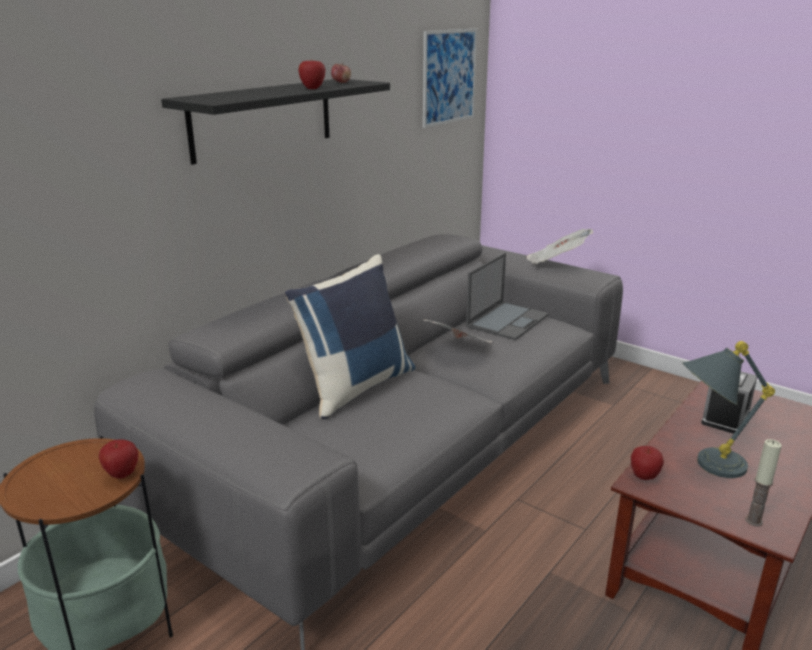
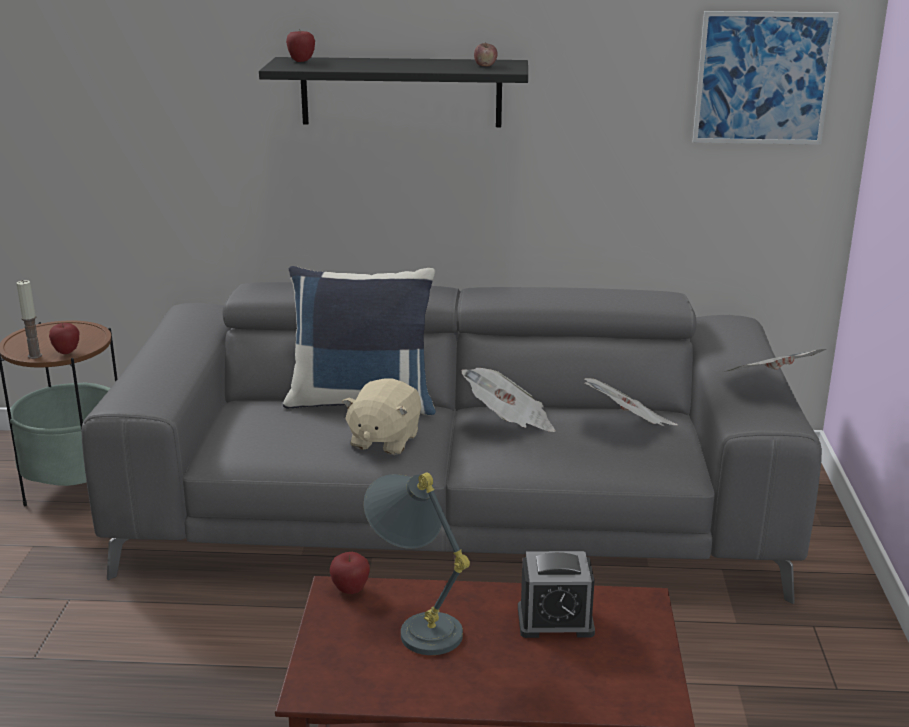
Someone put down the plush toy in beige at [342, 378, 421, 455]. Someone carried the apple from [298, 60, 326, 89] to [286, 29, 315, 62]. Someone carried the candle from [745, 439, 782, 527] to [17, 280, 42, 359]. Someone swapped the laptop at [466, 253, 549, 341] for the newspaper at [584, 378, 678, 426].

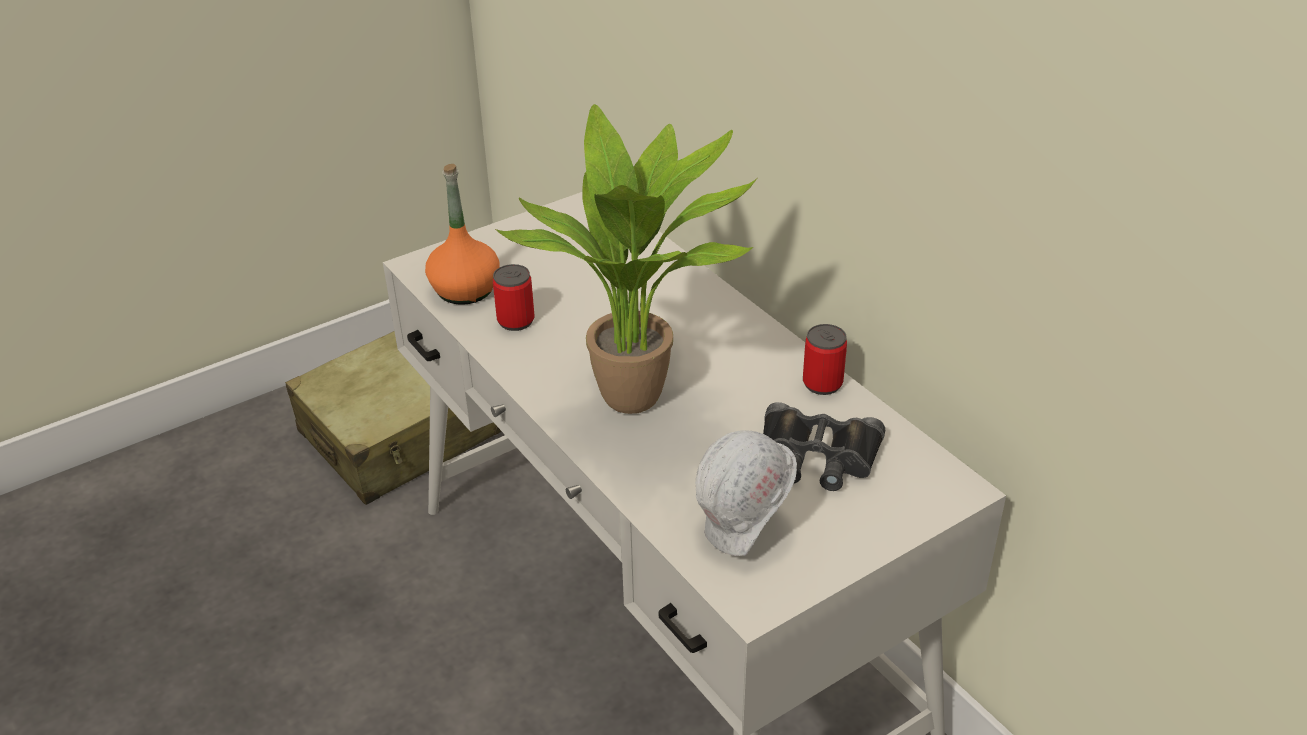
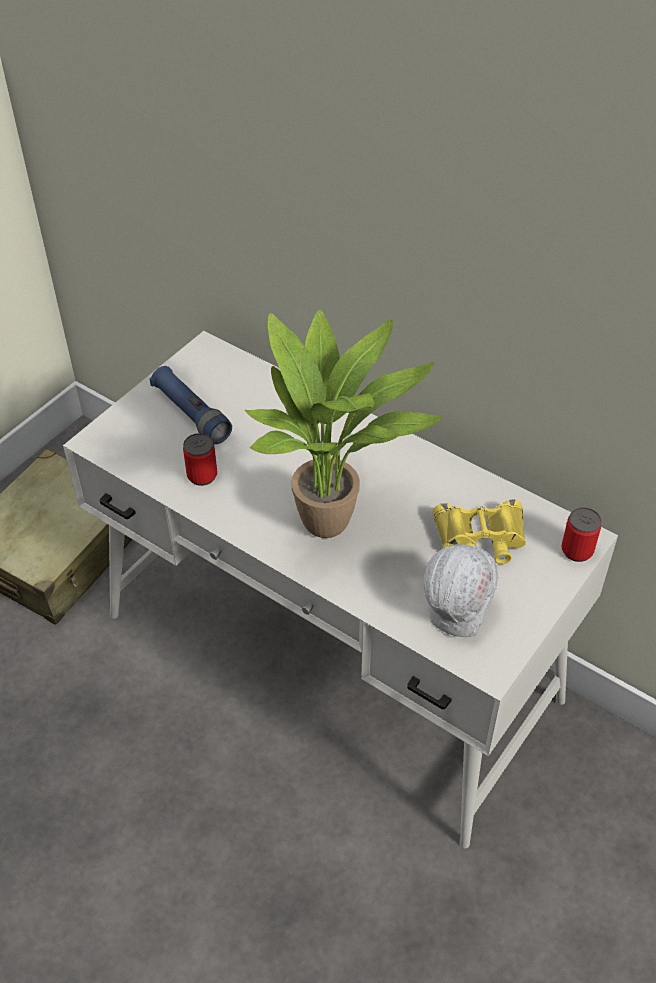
Someone took away the bottle in orange at [425, 164, 500, 305]. Someone put down the flashlight in blue at [149, 366, 232, 444]. Someone carried the can from [803, 324, 847, 395] to [561, 507, 602, 562]. Someone repainted the binoculars in black at [763, 402, 885, 491], which became the binoculars in yellow at [433, 500, 526, 564].

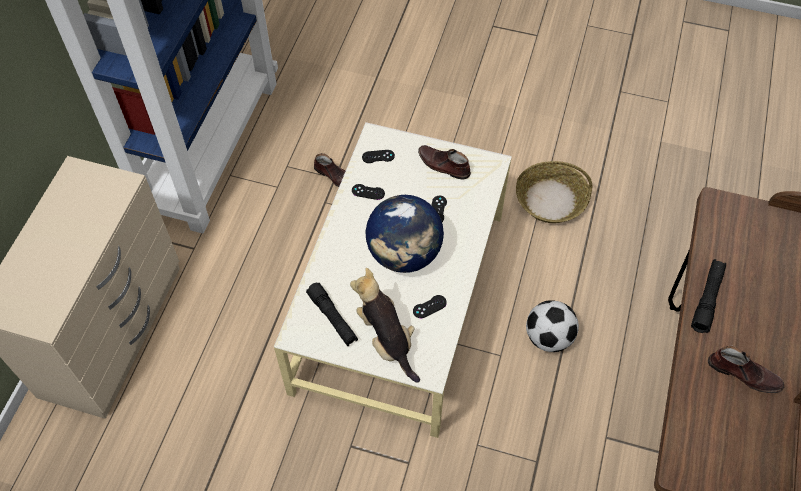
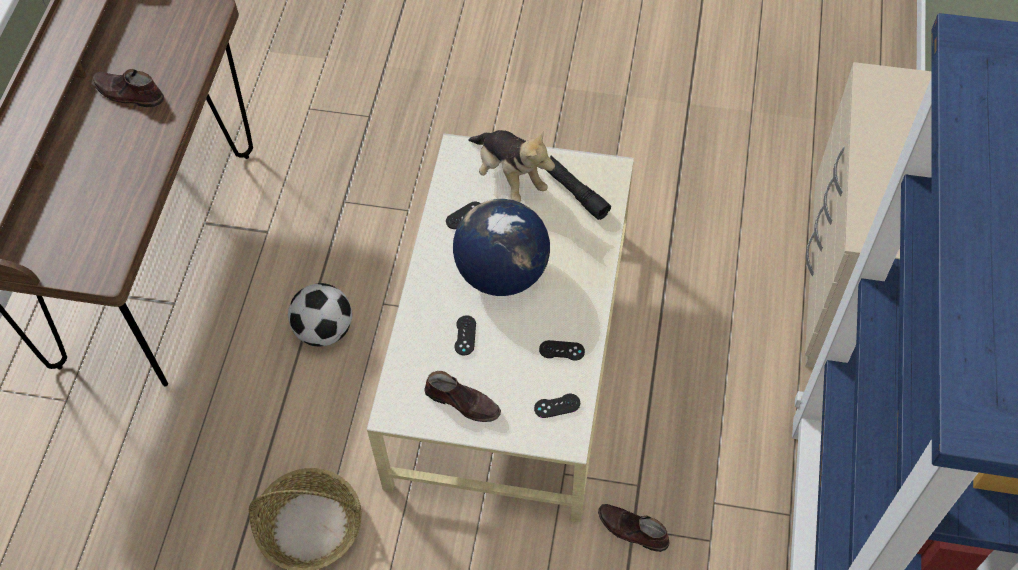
Someone took away the flashlight in black at [691, 259, 726, 333].

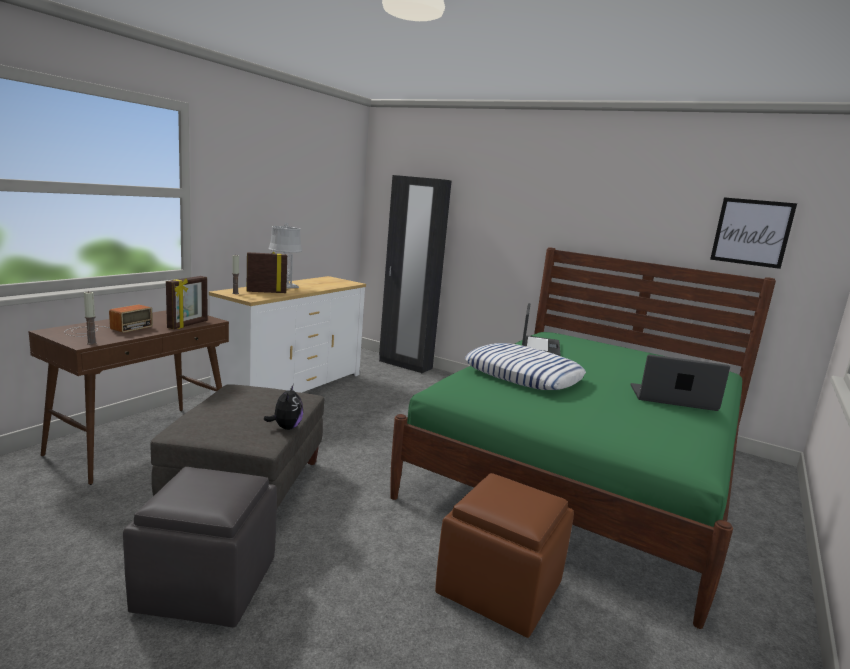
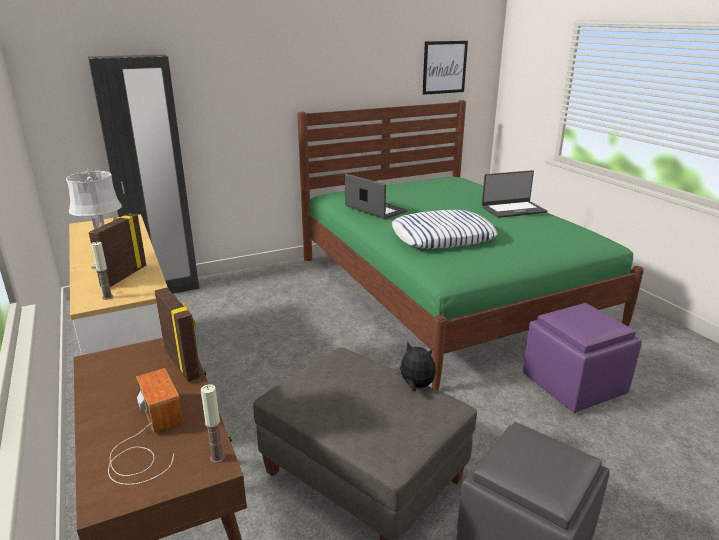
Someone repainted the ottoman in brown at [435, 473, 574, 638], which became the ottoman in purple at [523, 303, 642, 413]. Someone rotated the laptop at [631, 354, 730, 411] by 150 degrees counterclockwise.

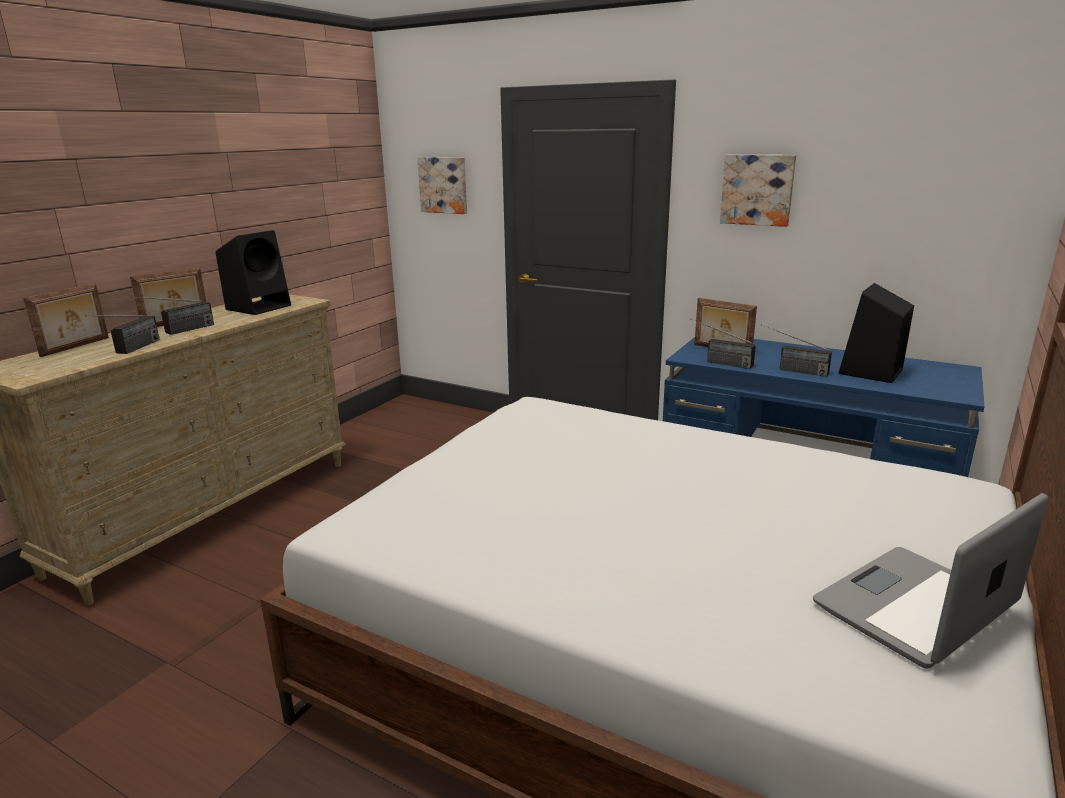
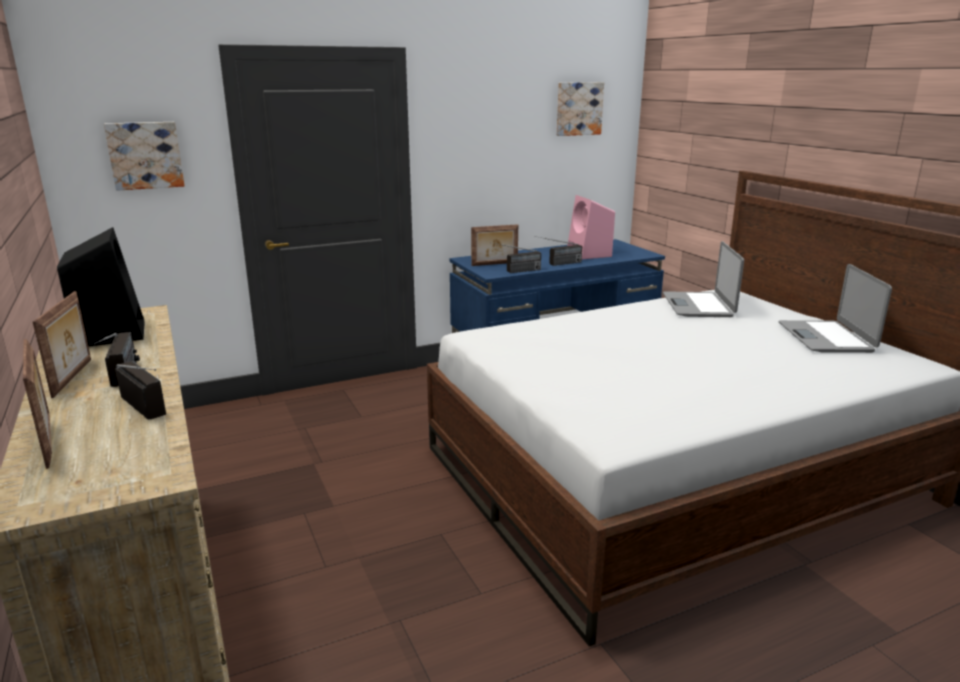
Someone put down the laptop at [663, 241, 744, 317]. Someone carried the picture from [720, 155, 796, 227] to [557, 82, 604, 136]. Someone repainted the speaker in black at [838, 283, 914, 383], which became the speaker in pink at [567, 195, 615, 259].

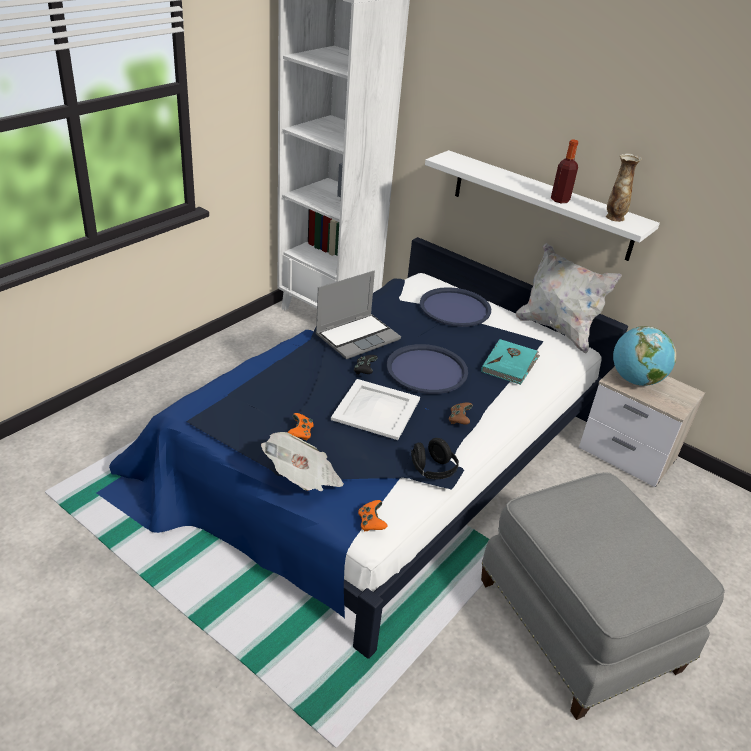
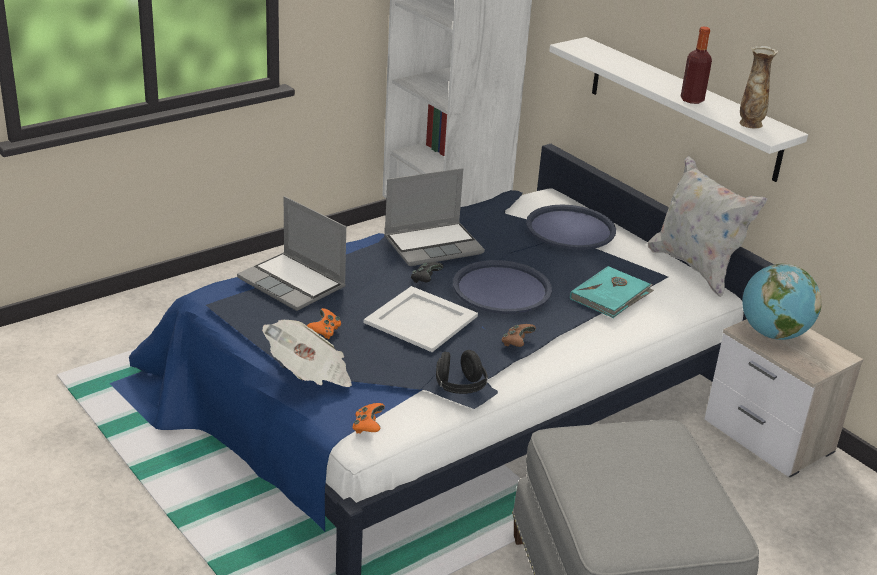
Someone put down the laptop at [237, 196, 346, 311].

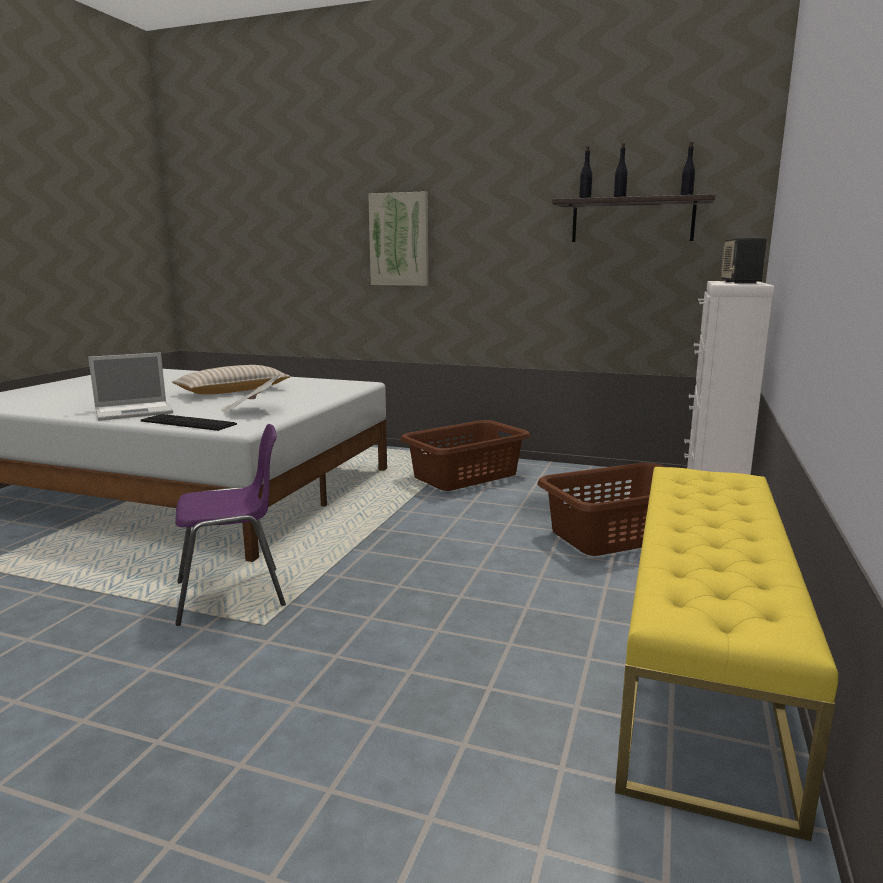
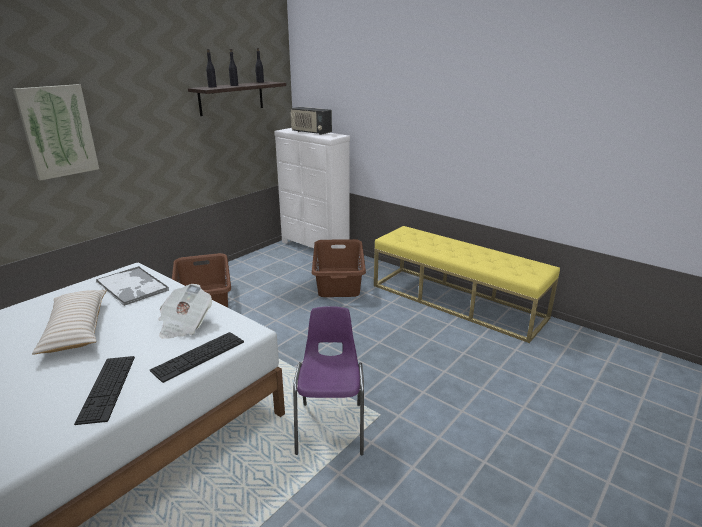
Someone put down the tray at [96, 266, 169, 306]. Someone swapped the laptop at [88, 352, 173, 421] for the keyboard at [74, 356, 135, 425].

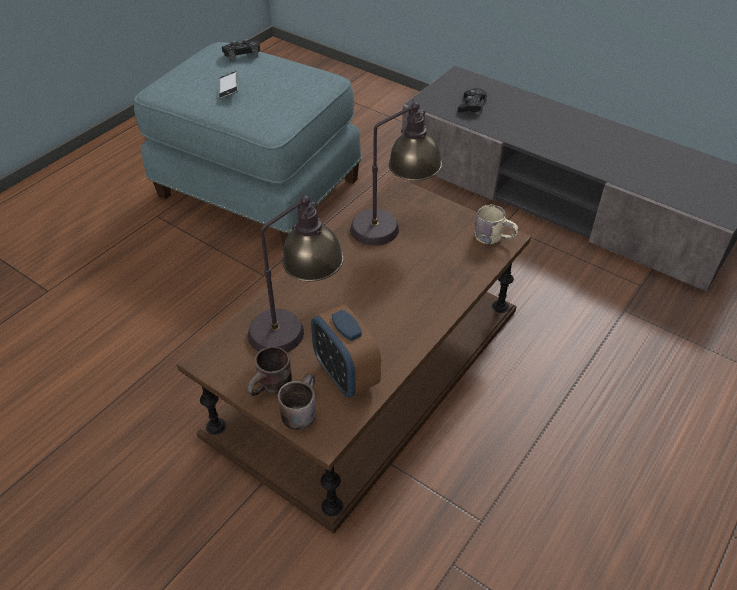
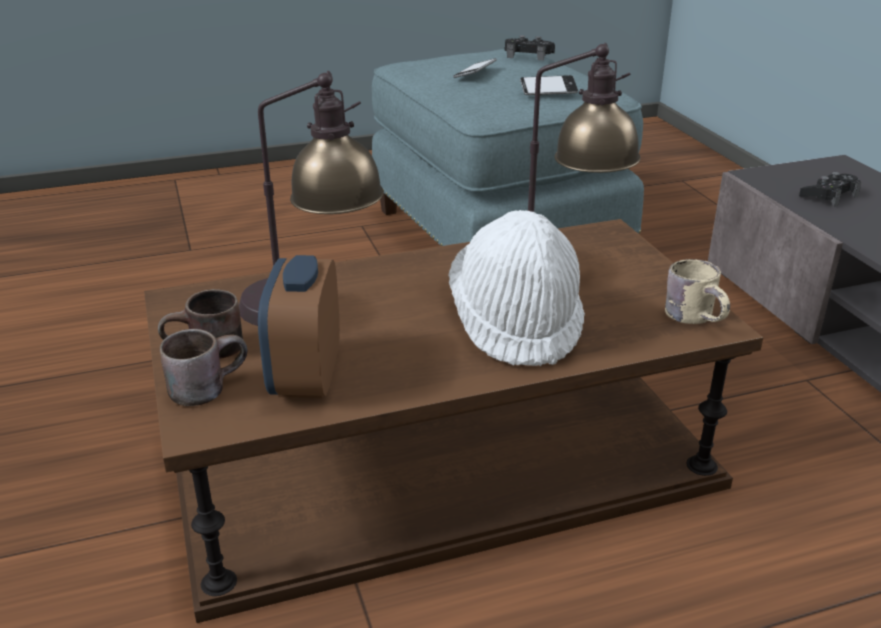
Someone put down the hat in white at [449, 210, 585, 366]. Someone put down the phone at [520, 75, 578, 95].

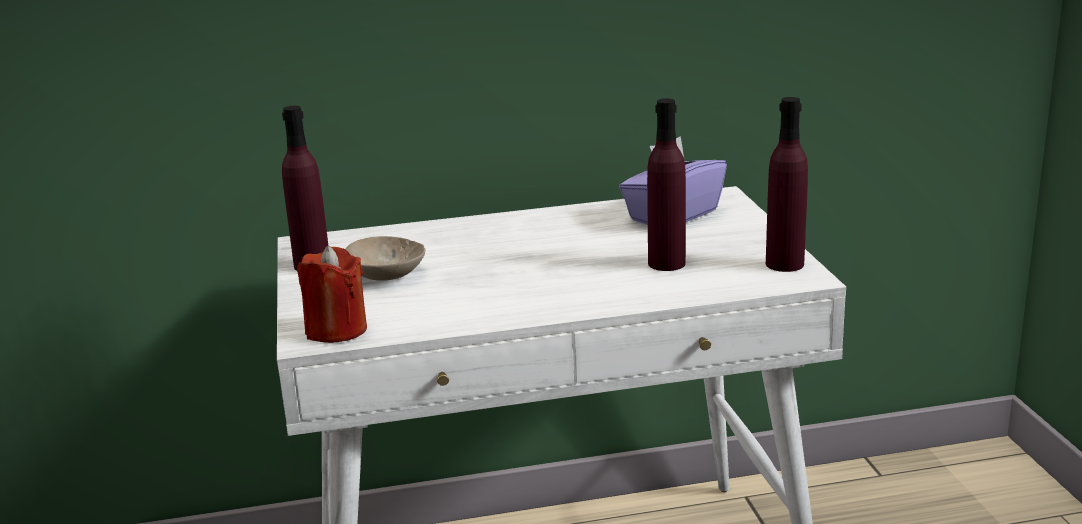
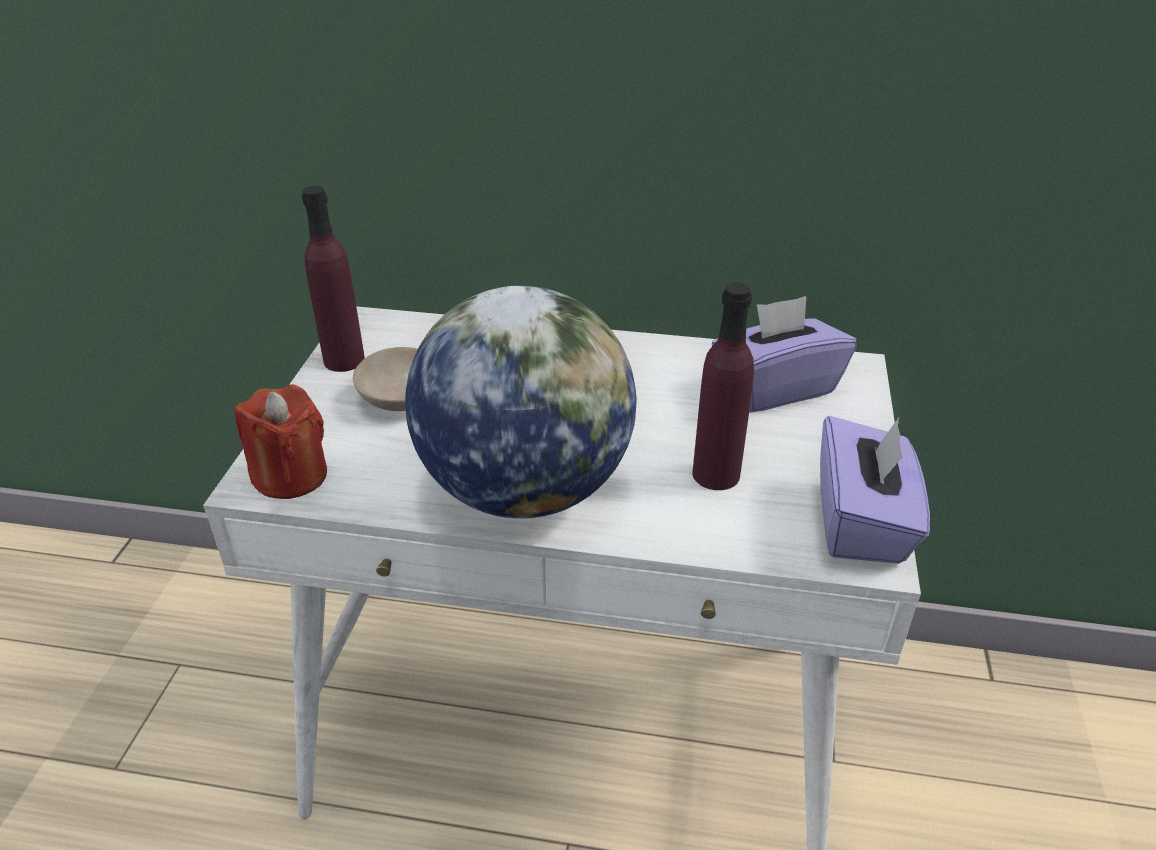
Someone put down the globe at [405, 286, 636, 519]. Someone swapped the bottle in purple at [766, 97, 808, 272] for the tissue box in purple at [820, 416, 930, 564].

